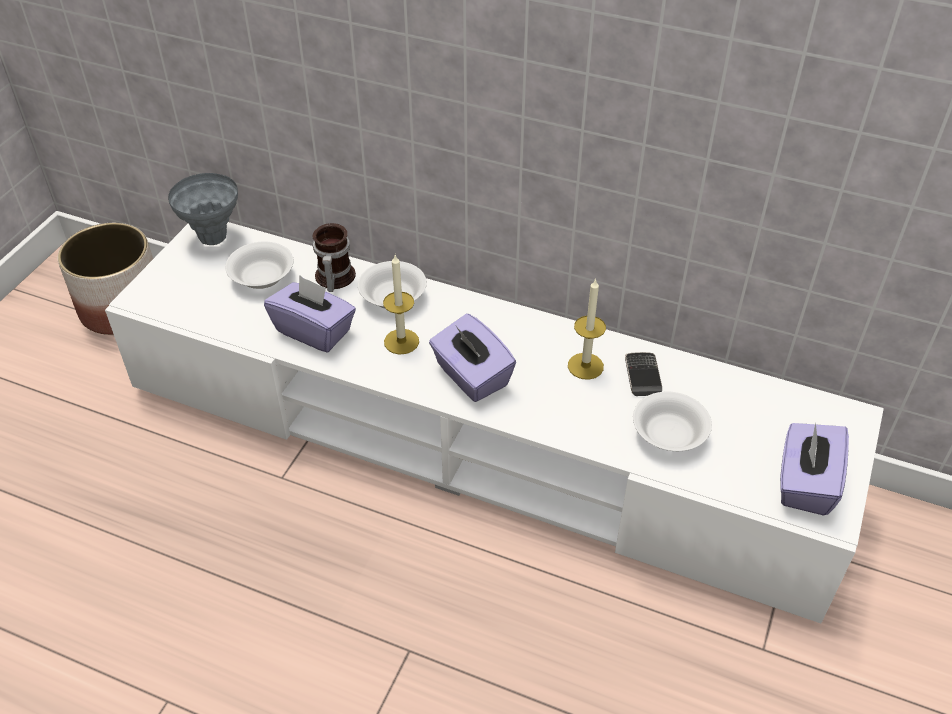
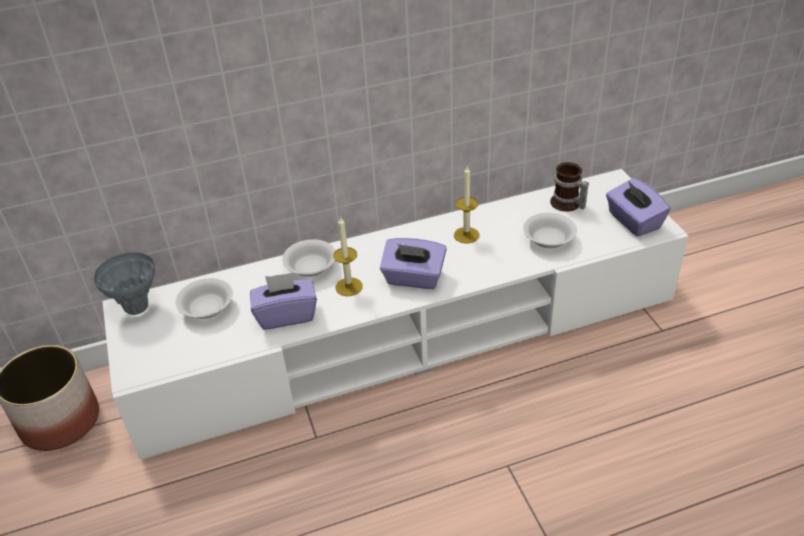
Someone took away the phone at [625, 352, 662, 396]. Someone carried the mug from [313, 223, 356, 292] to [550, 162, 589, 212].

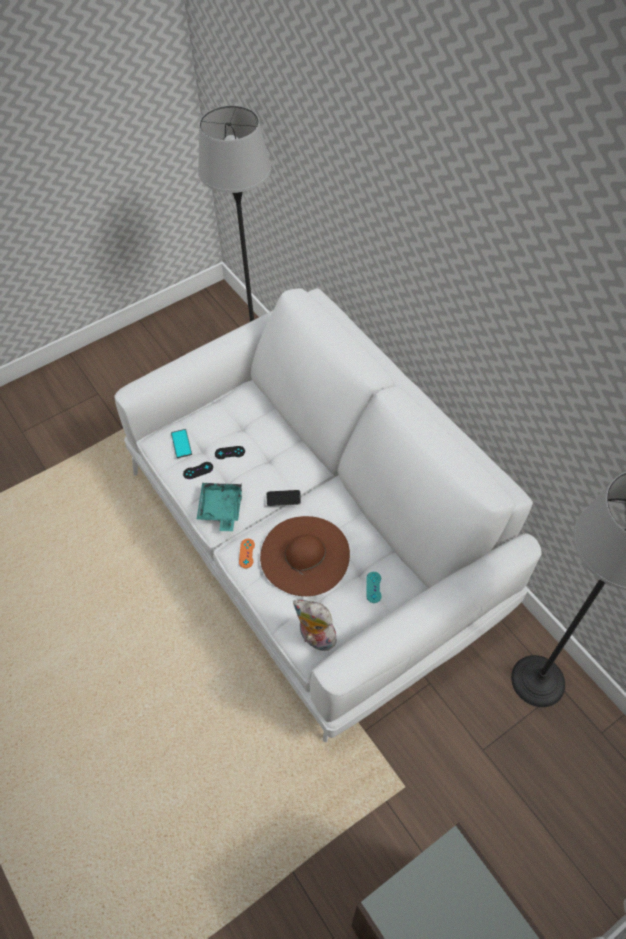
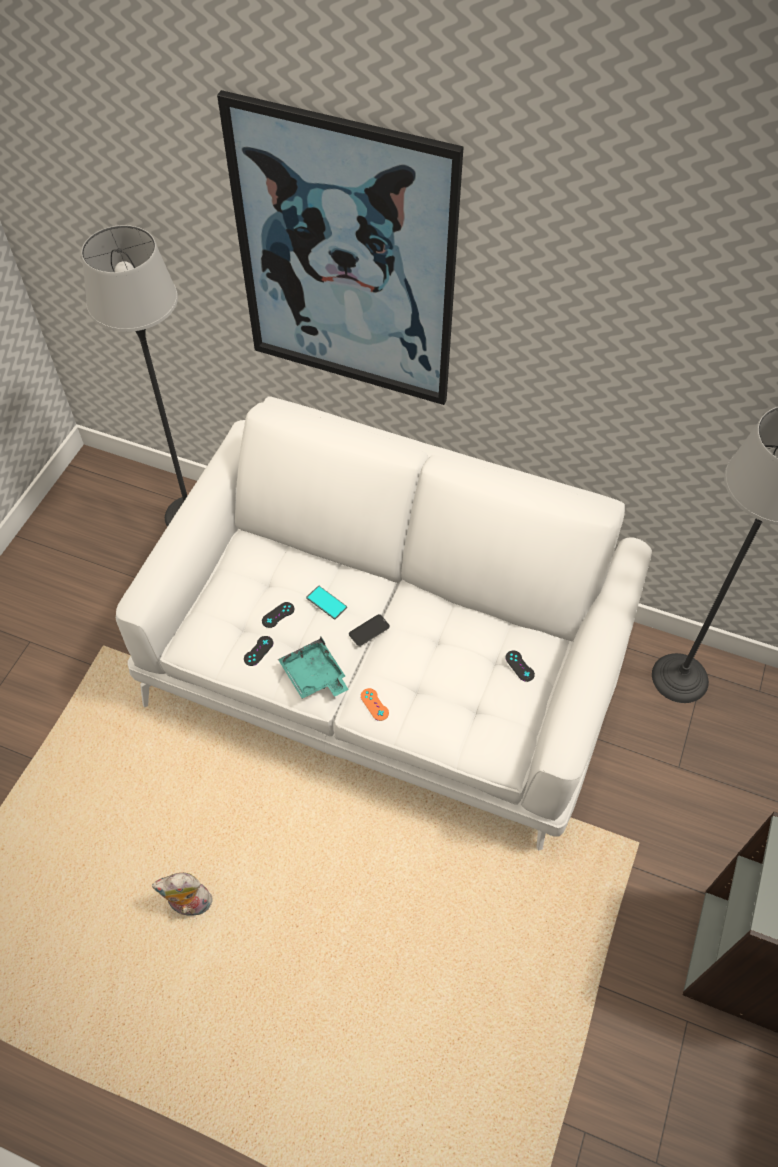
Someone took away the hat in brown at [260, 516, 350, 596]. Someone put up the picture at [217, 90, 464, 405]. Someone carried the phone from [171, 429, 192, 458] to [306, 586, 347, 620]. Someone carried the plush toy from [293, 600, 337, 651] to [152, 873, 213, 916]. Someone repainted the game controller in turquoise at [367, 572, 382, 603], which became the game controller in black at [505, 651, 535, 682].

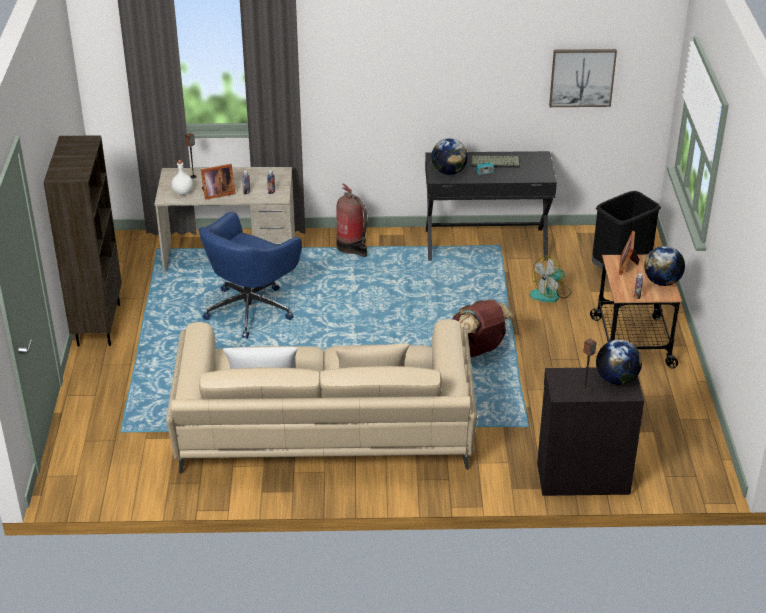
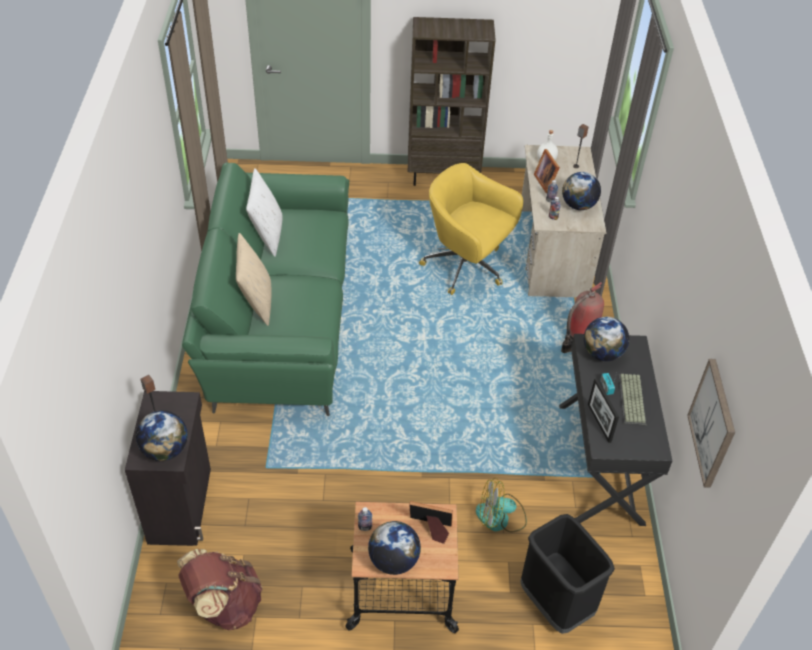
Someone put down the globe at [562, 172, 601, 210]. Someone put down the picture frame at [588, 378, 619, 443]. Someone carried the backpack in brown from [452, 300, 514, 357] to [177, 549, 263, 630]. Someone repainted the sofa in beige at [166, 319, 477, 474], which became the sofa in green at [182, 163, 349, 416]. Someone repainted the office chair in blue at [198, 212, 302, 339], which became the office chair in yellow at [419, 163, 523, 295]. Someone rotated the fan at [529, 256, 572, 303] by 60 degrees counterclockwise.

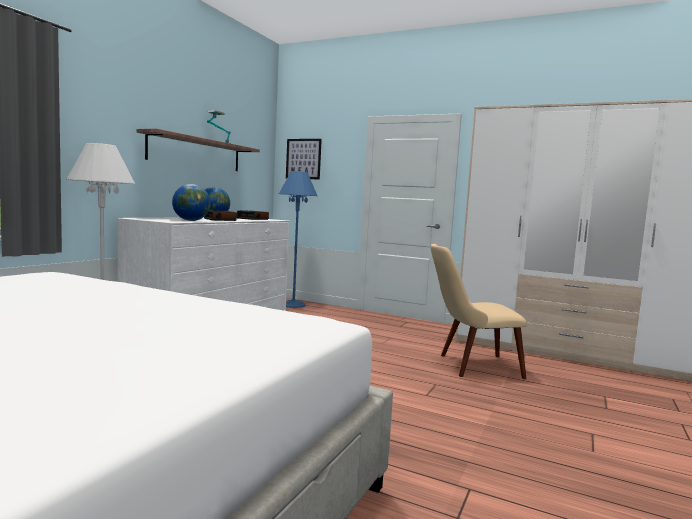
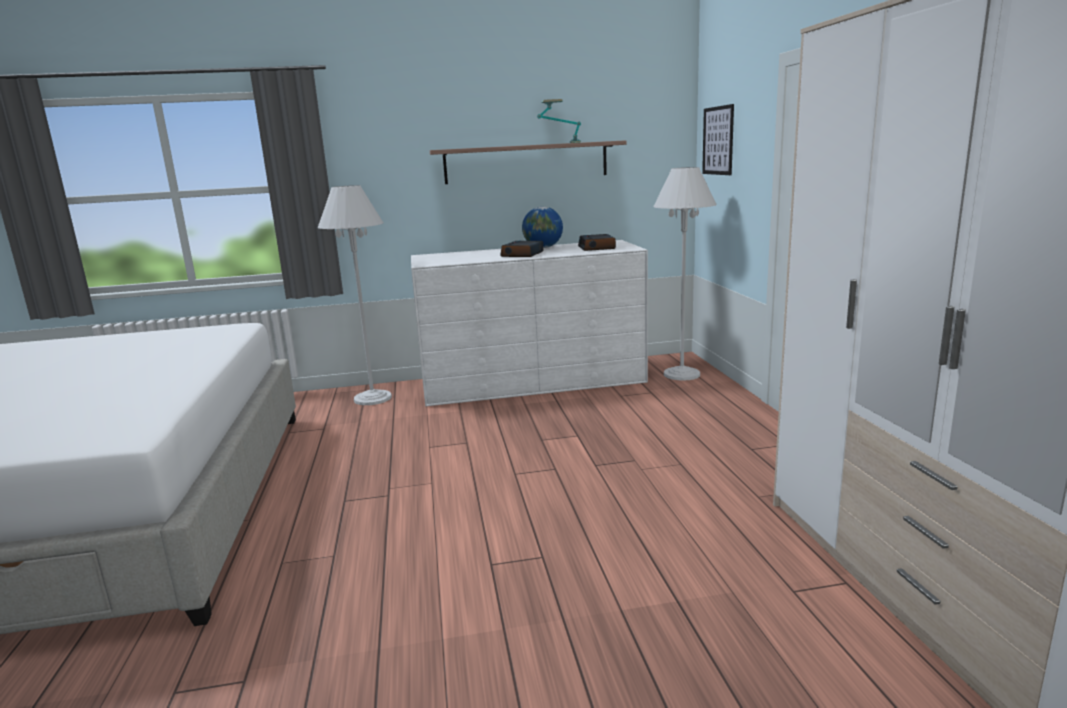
Someone took away the globe at [172, 184, 211, 221]. Someone took away the chair in beige at [431, 244, 527, 379]. Someone repainted the floor lamp in blue at [279, 171, 317, 308], which became the floor lamp in white at [653, 167, 717, 381].

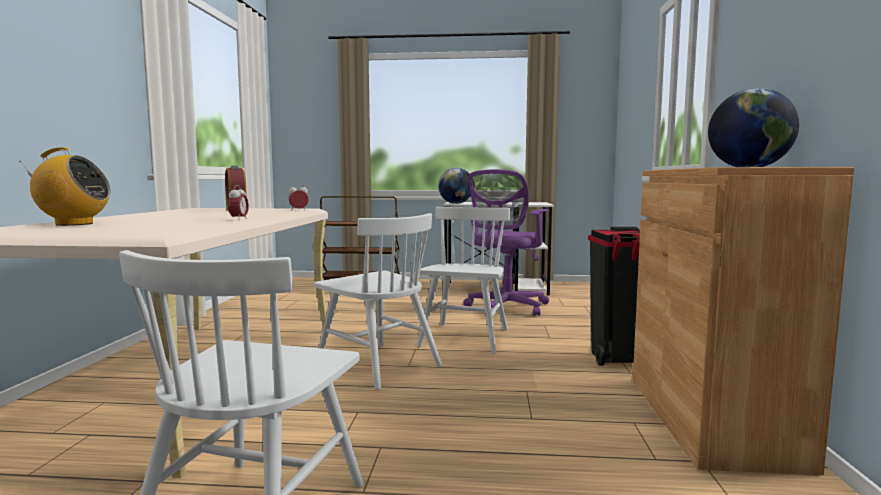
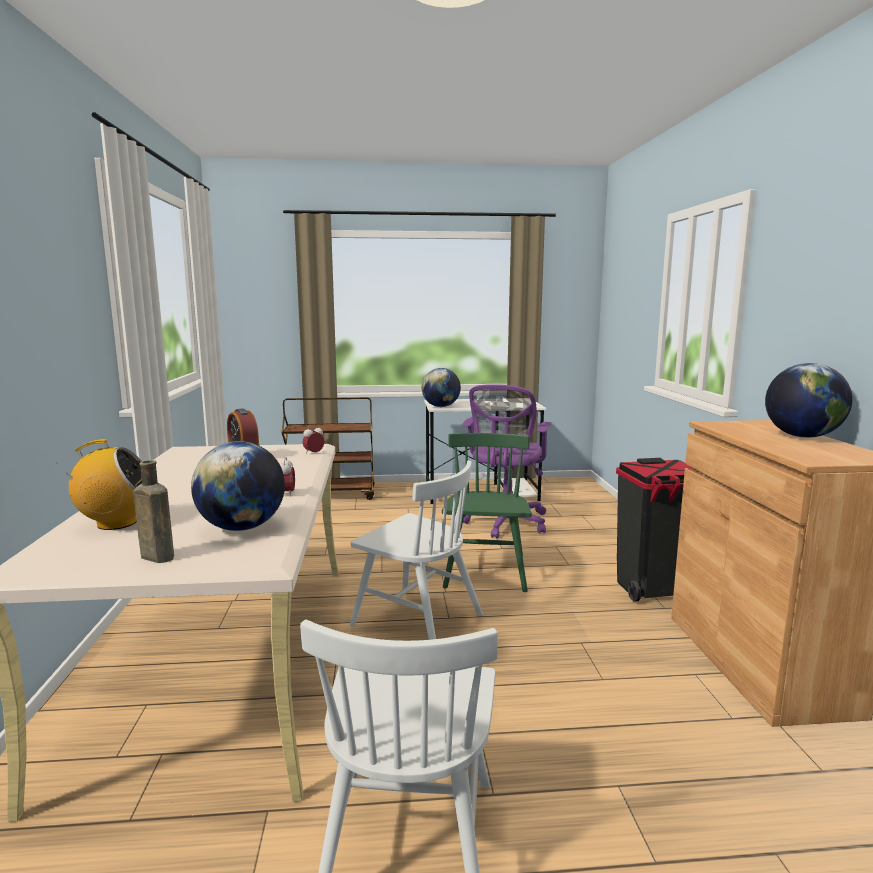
Someone put down the bottle in brown at [133, 460, 174, 563]. Someone put down the globe at [191, 441, 285, 531]. Someone repainted the chair in white at [417, 207, 510, 354], which became the chair in green at [442, 433, 532, 592].

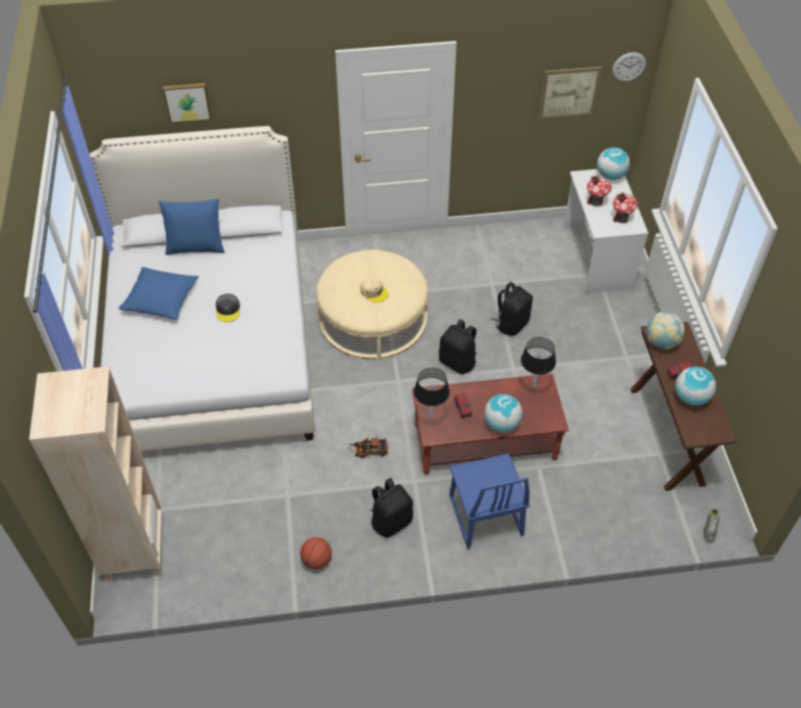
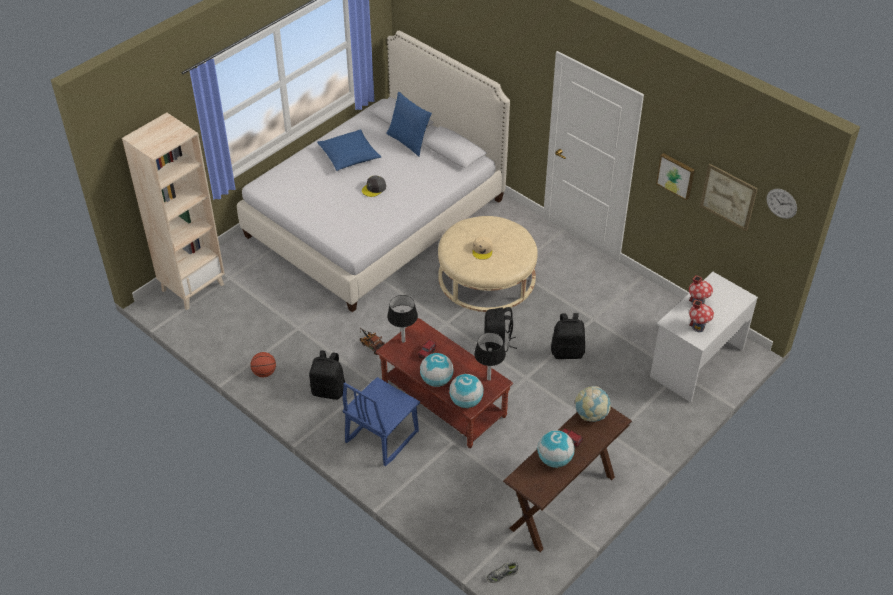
Someone carried the picture from [163, 83, 212, 123] to [656, 153, 695, 201]. Someone carried the globe from [597, 147, 630, 180] to [449, 374, 484, 408].

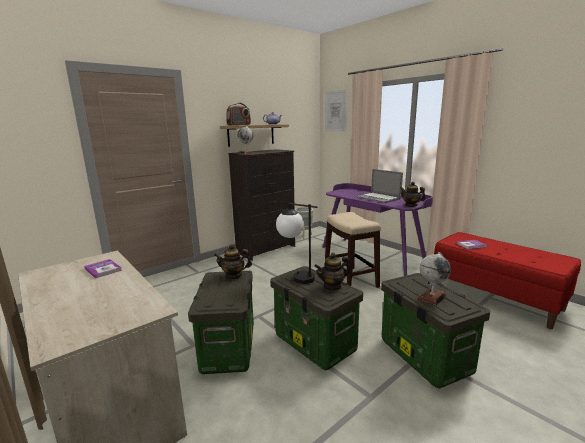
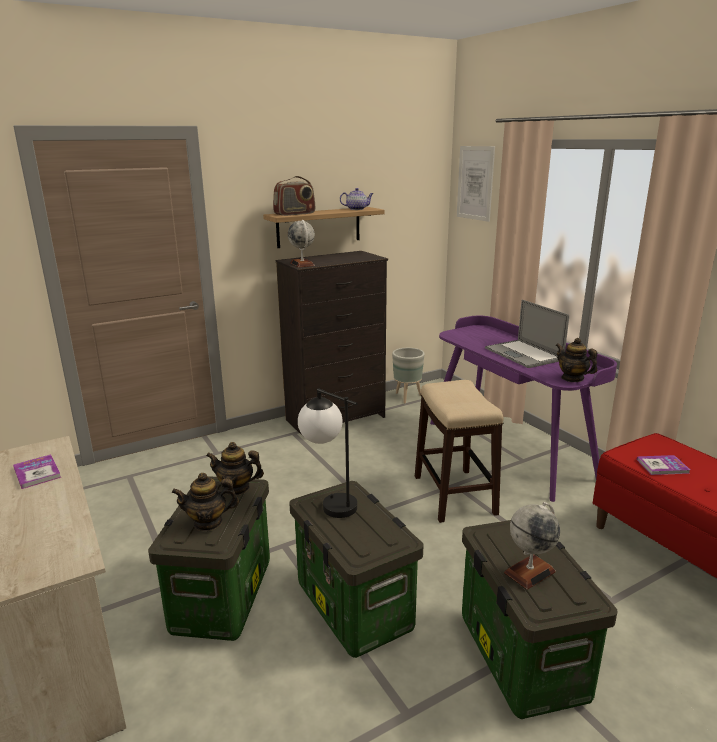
Someone carried the teapot from [315, 253, 351, 291] to [172, 473, 239, 531].

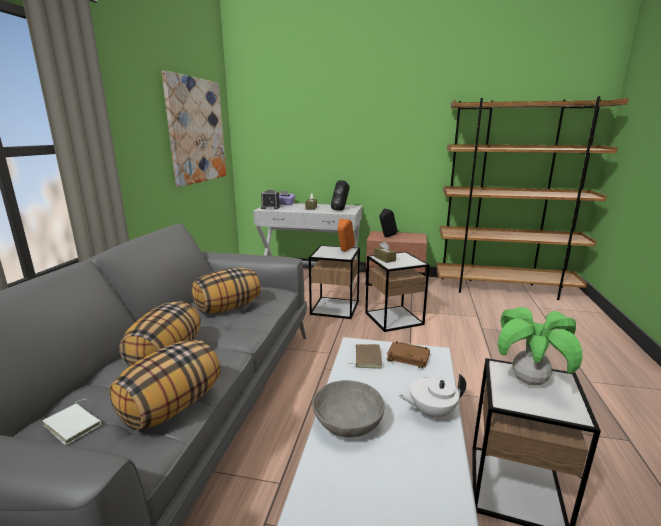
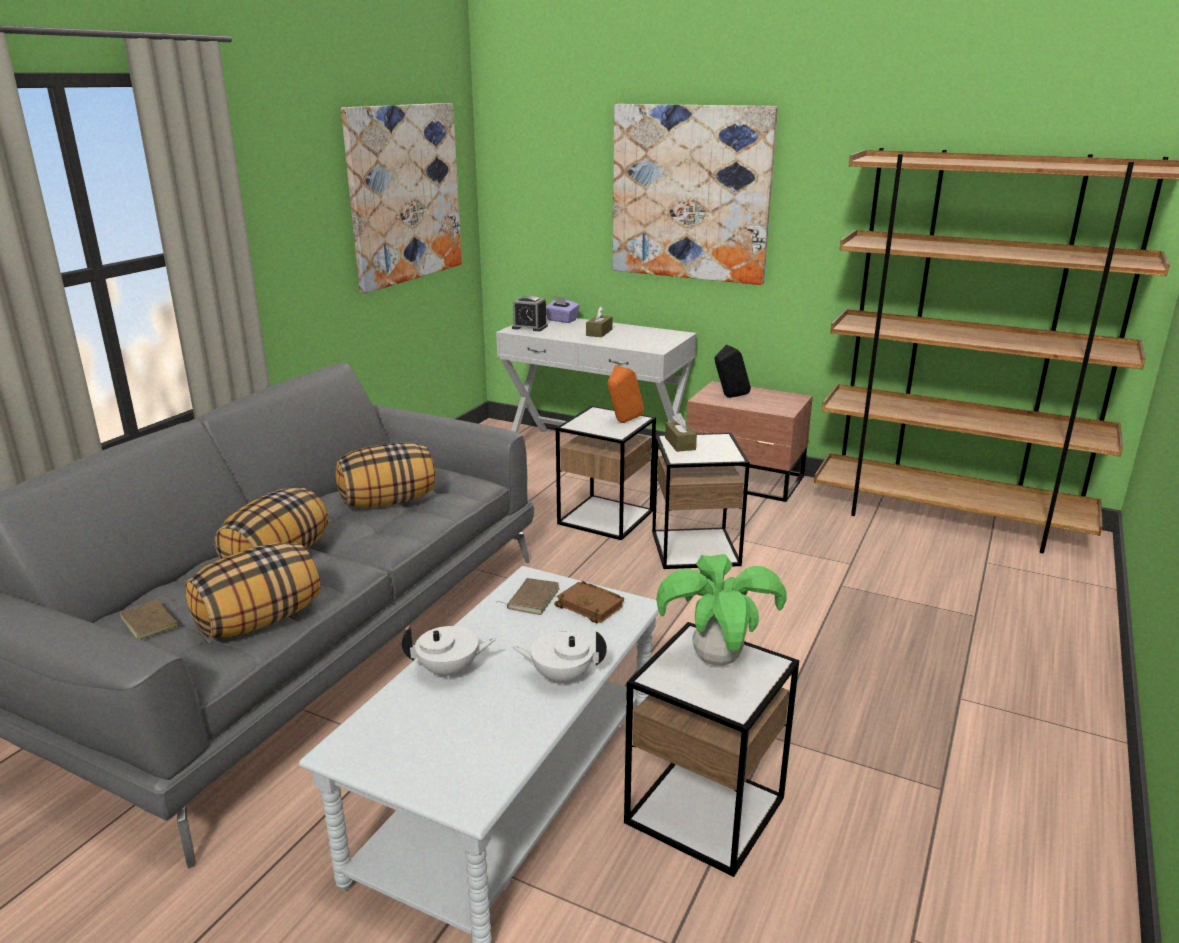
Someone took away the speaker in black at [331, 180, 350, 211]. Someone put up the picture at [612, 104, 778, 285]. Someone swapped the bowl in grey at [312, 380, 384, 437] for the teapot in white at [402, 626, 496, 681]. Someone repainted the book in white at [43, 399, 101, 445], which became the book in brown at [119, 596, 177, 640].

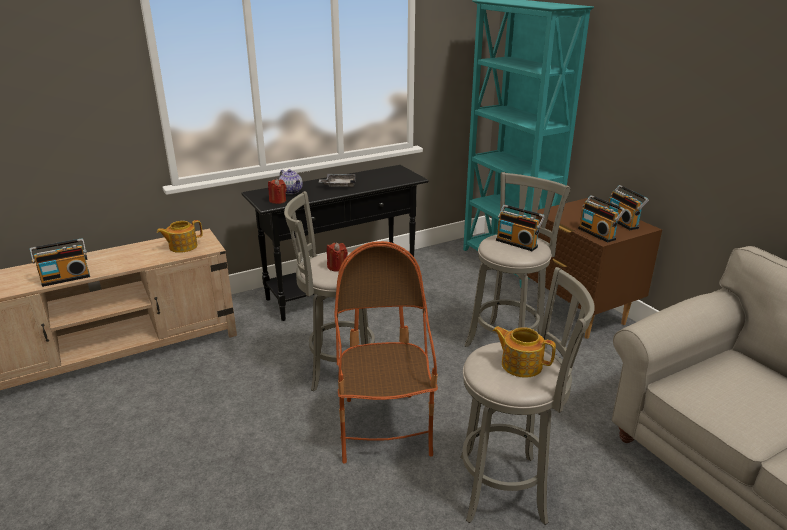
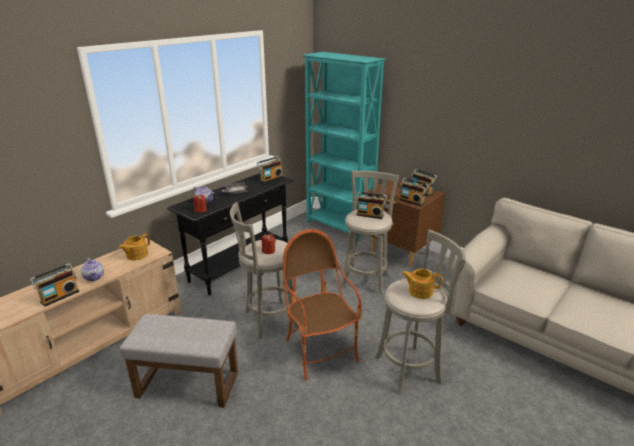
Someone put down the teapot at [81, 258, 104, 281]. Someone put down the ottoman in grey at [120, 314, 238, 408]. Someone put down the radio at [257, 156, 283, 183].

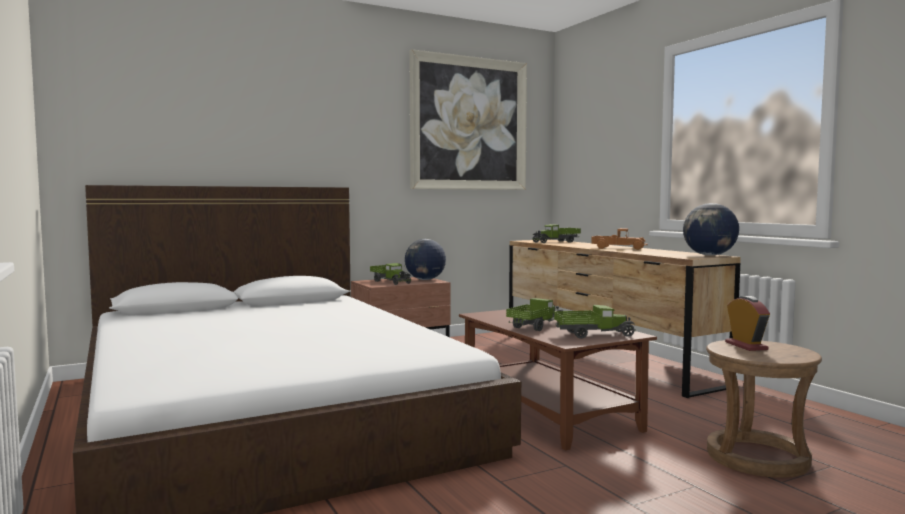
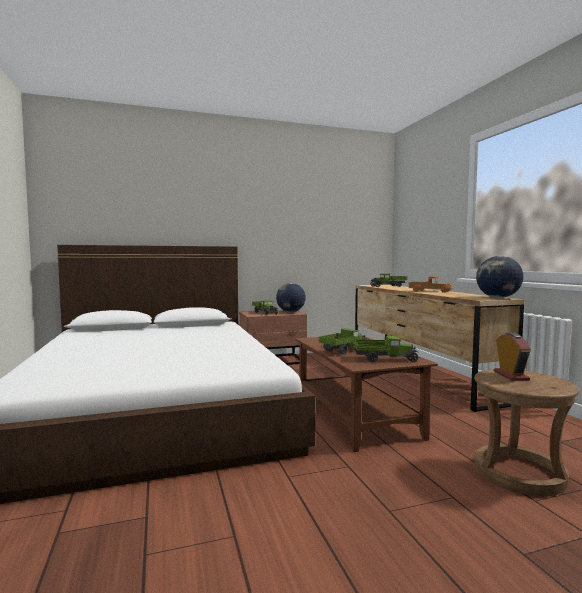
Someone took away the picture at [410, 49, 527, 190].

